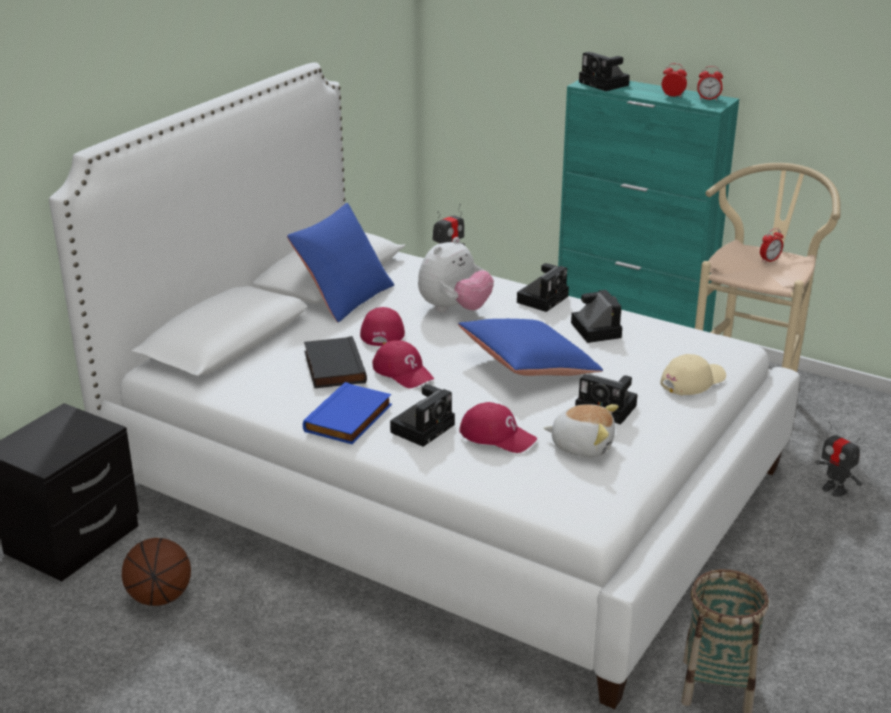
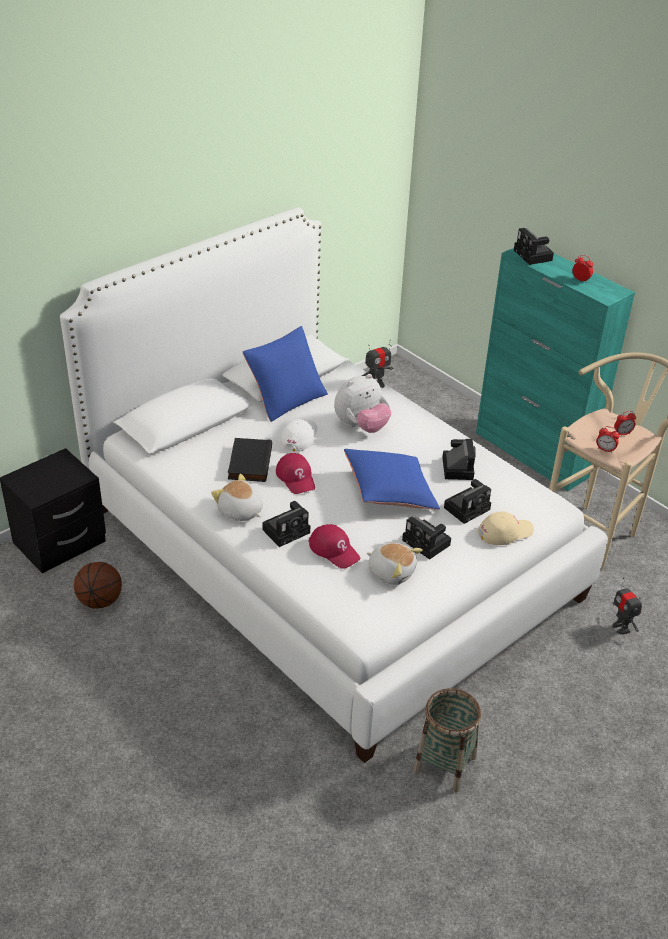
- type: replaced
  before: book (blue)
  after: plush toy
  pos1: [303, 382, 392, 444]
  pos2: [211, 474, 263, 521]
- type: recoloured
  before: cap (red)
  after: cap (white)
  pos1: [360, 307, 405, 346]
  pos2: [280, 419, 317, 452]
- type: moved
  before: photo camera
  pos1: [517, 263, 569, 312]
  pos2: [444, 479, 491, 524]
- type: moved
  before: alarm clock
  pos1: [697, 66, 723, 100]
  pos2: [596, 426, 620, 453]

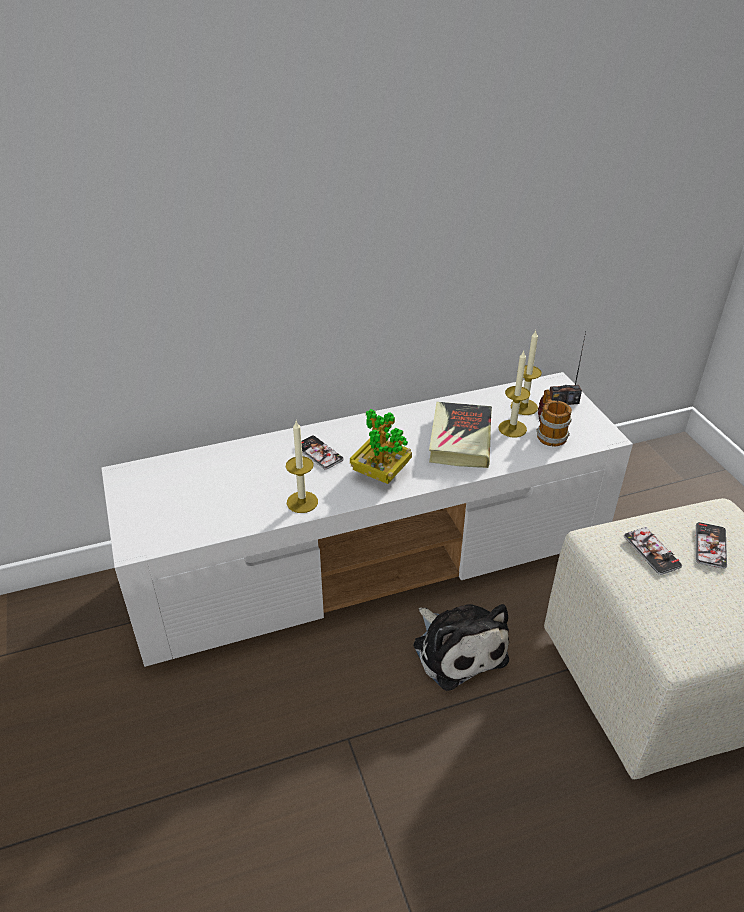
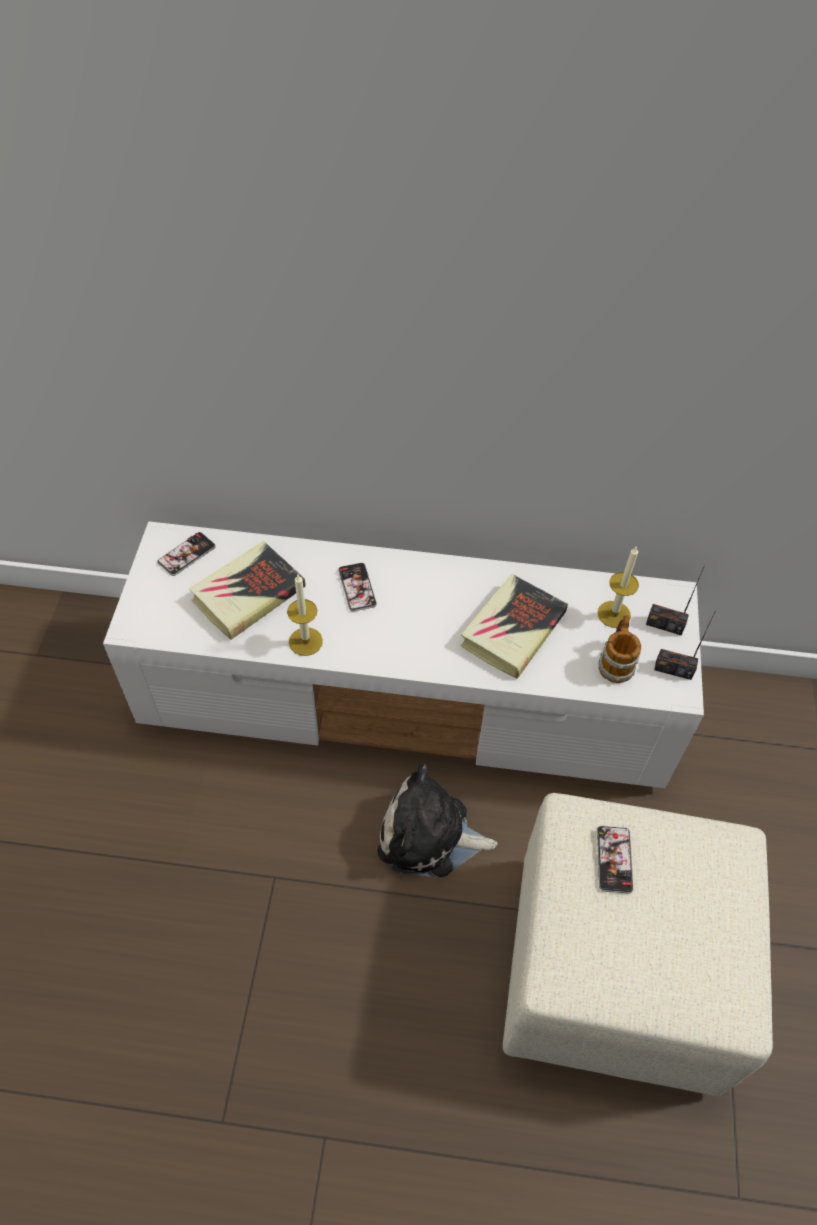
- type: moved
  before: phone
  pos1: [696, 522, 727, 569]
  pos2: [157, 532, 216, 576]
- type: added
  after: book
  pos2: [189, 541, 305, 640]
- type: turned
  before: plush toy
  pos1: [413, 604, 509, 691]
  pos2: [378, 764, 498, 878]
  turn: 105
- type: added
  after: radio
  pos2: [654, 610, 716, 680]
- type: removed
  before: potted plant
  pos1: [350, 409, 412, 484]
- type: removed
  before: candle
  pos1: [498, 351, 530, 438]

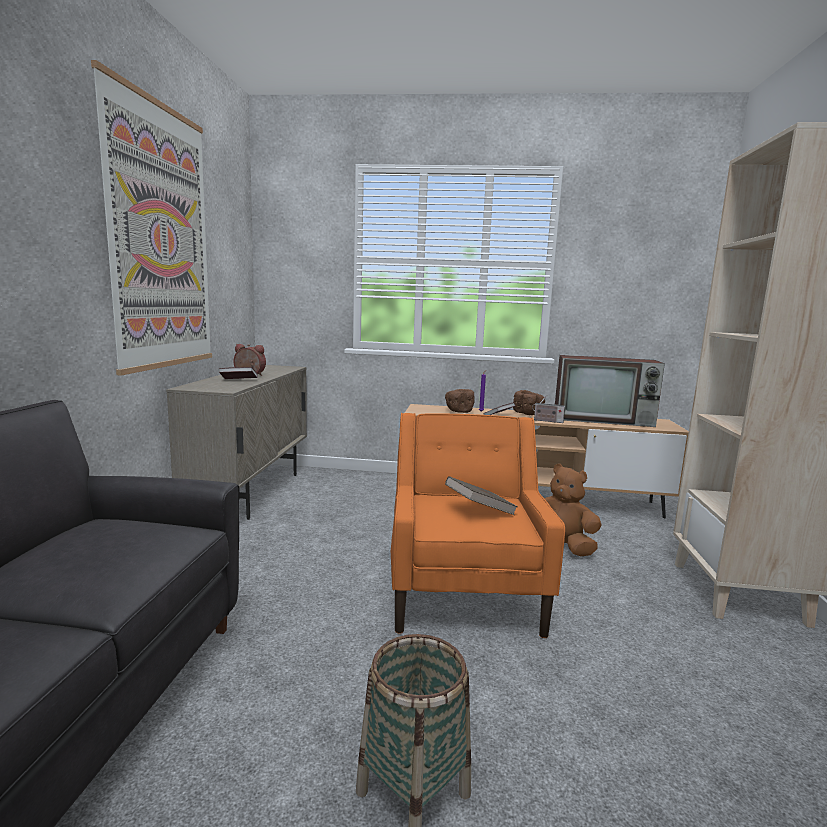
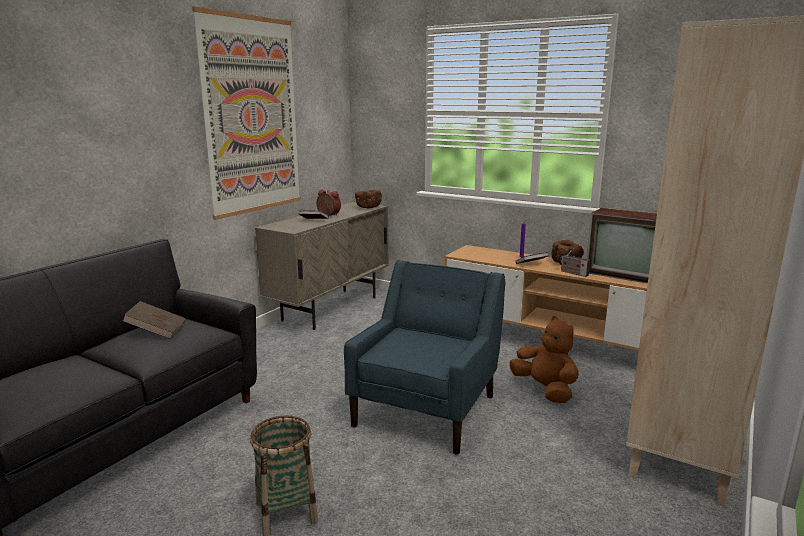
- type: moved
  before: book (brown)
  pos1: [445, 476, 518, 515]
  pos2: [122, 301, 186, 339]
- type: recoloured
  before: armchair (orange)
  after: armchair (blue)
  pos1: [391, 413, 565, 638]
  pos2: [344, 260, 505, 455]
- type: moved
  before: bowl (brown)
  pos1: [445, 389, 474, 413]
  pos2: [355, 190, 382, 208]

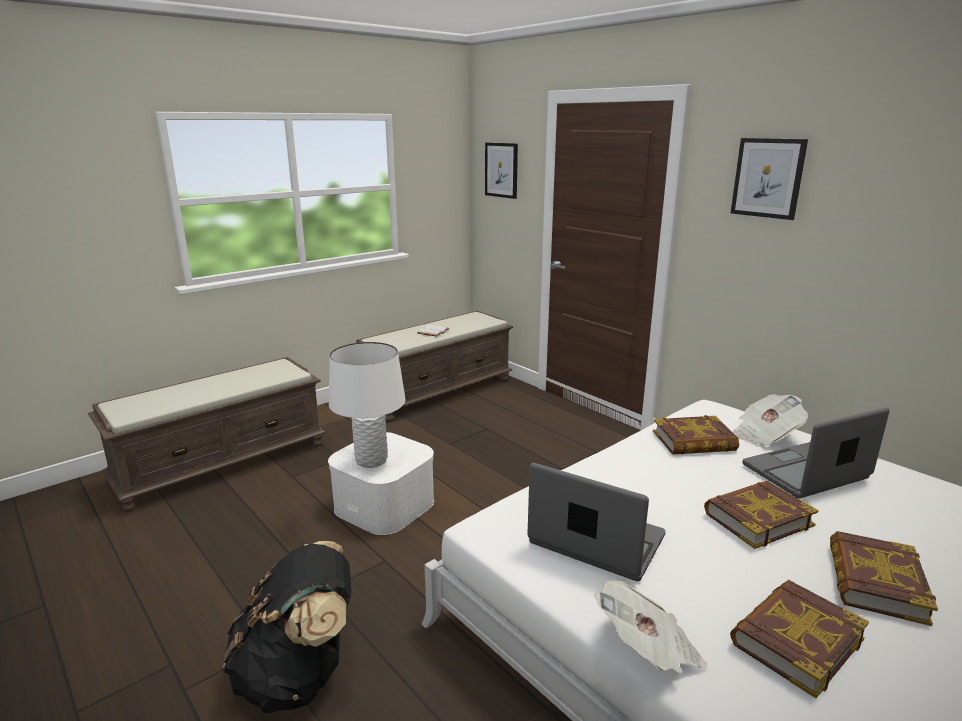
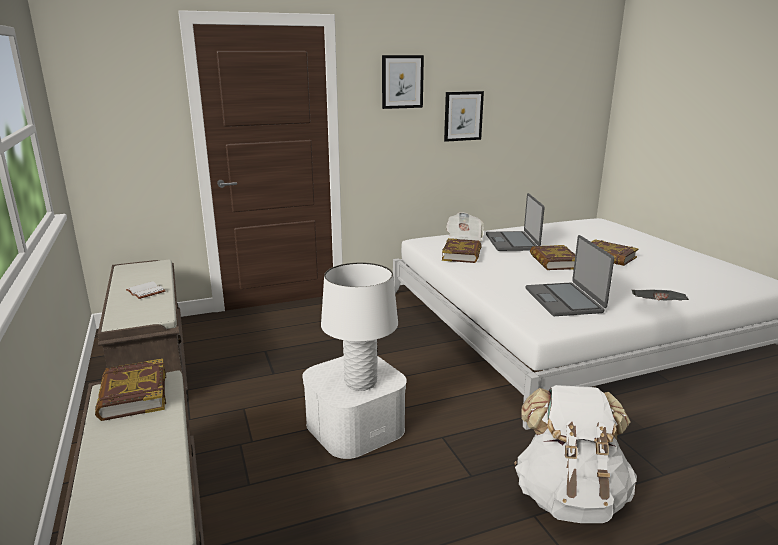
- type: moved
  before: book
  pos1: [730, 580, 869, 698]
  pos2: [95, 359, 166, 421]
- type: moved
  before: picture
  pos1: [485, 143, 518, 199]
  pos2: [444, 91, 484, 142]
- type: recoloured
  before: backpack (black)
  after: backpack (white)
  pos1: [223, 541, 351, 713]
  pos2: [514, 385, 637, 523]
- type: turned
  before: laptop
  pos1: [527, 463, 666, 581]
  pos2: [526, 235, 614, 316]
  turn: -60

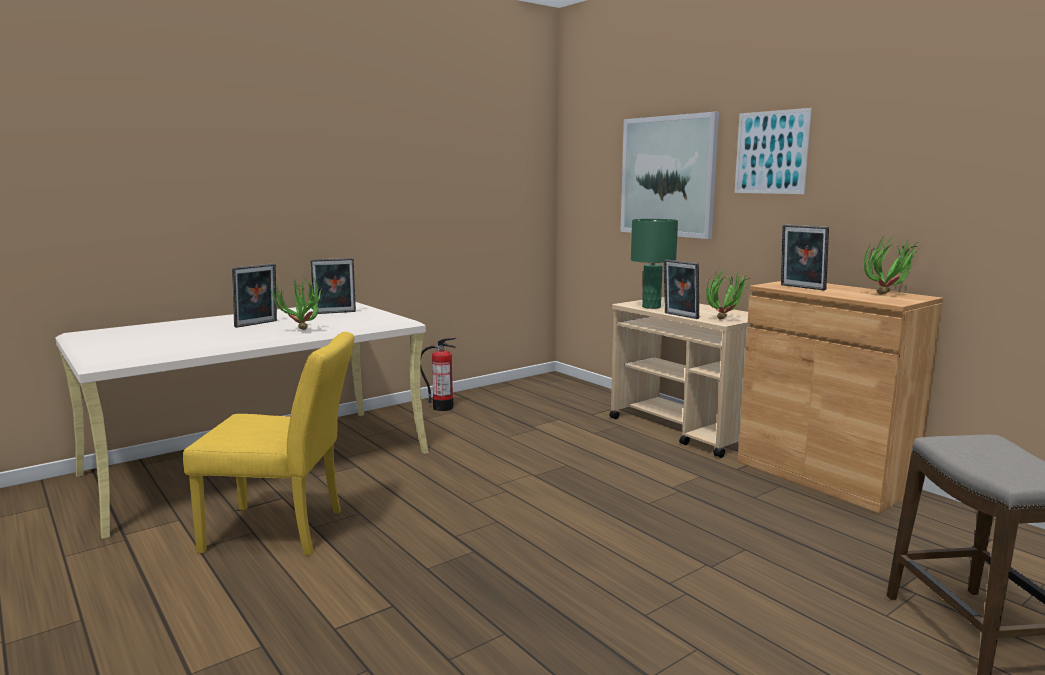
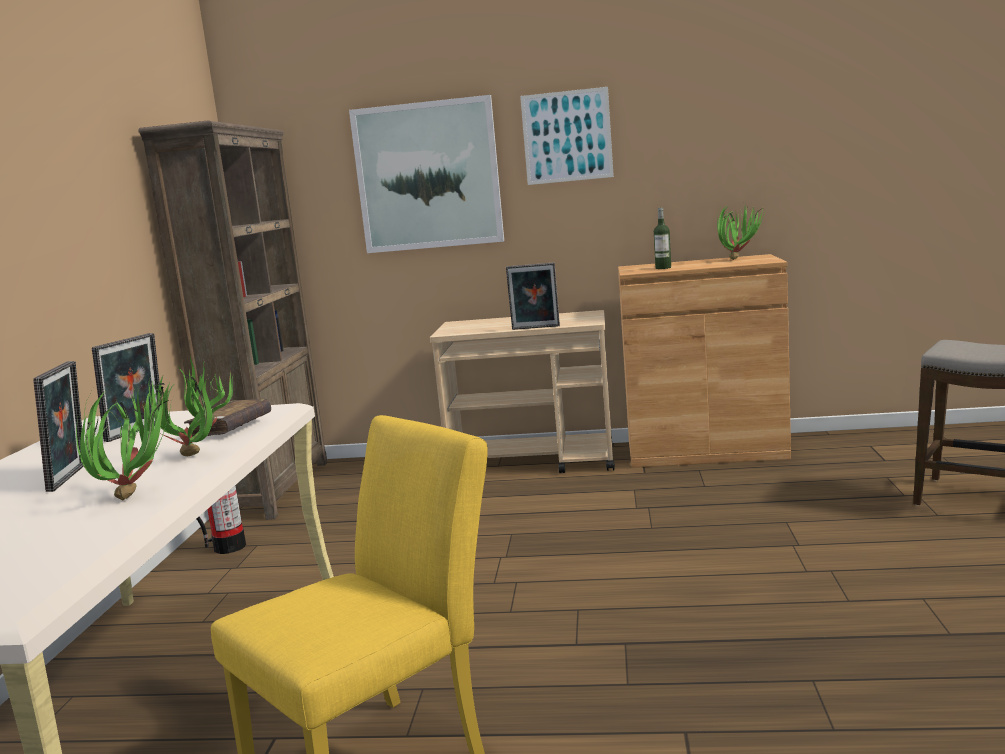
- type: moved
  before: potted plant
  pos1: [706, 270, 750, 320]
  pos2: [76, 387, 169, 500]
- type: added
  after: bookcase (brown)
  pos2: [138, 121, 327, 520]
- type: added
  after: book (brown)
  pos2: [184, 399, 271, 437]
- type: replaced
  before: picture frame
  after: bottle
  pos1: [781, 225, 829, 290]
  pos2: [654, 207, 671, 269]
- type: removed
  before: table lamp (green)
  pos1: [631, 219, 678, 309]

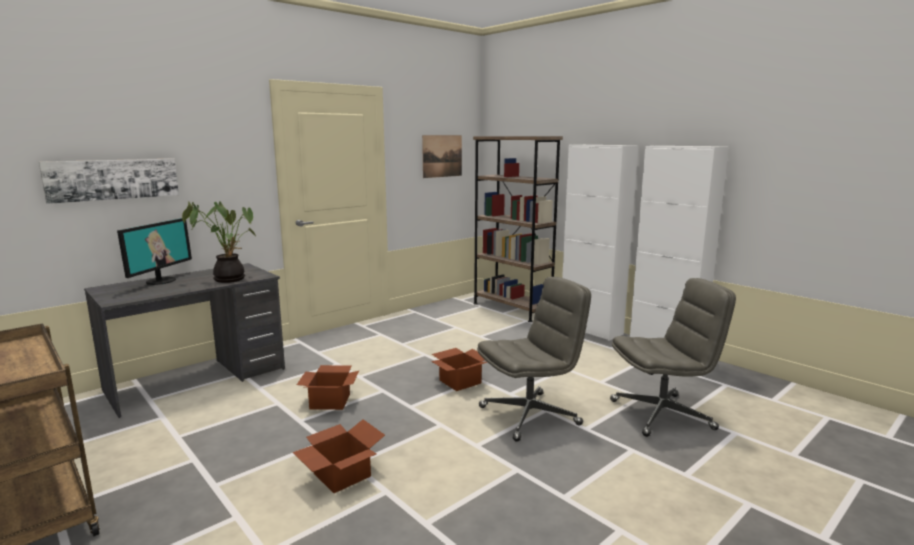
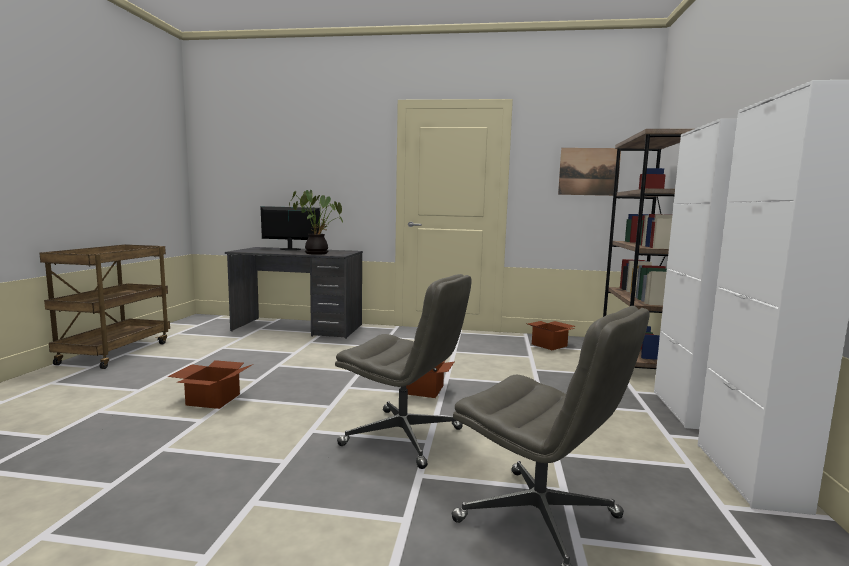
- type: turned
  before: monitor
  pos1: [117, 218, 192, 285]
  pos2: [260, 206, 320, 250]
  turn: -150
- type: moved
  before: cardboard box
  pos1: [297, 365, 359, 410]
  pos2: [528, 321, 575, 350]
- type: removed
  before: picture
  pos1: [39, 159, 179, 204]

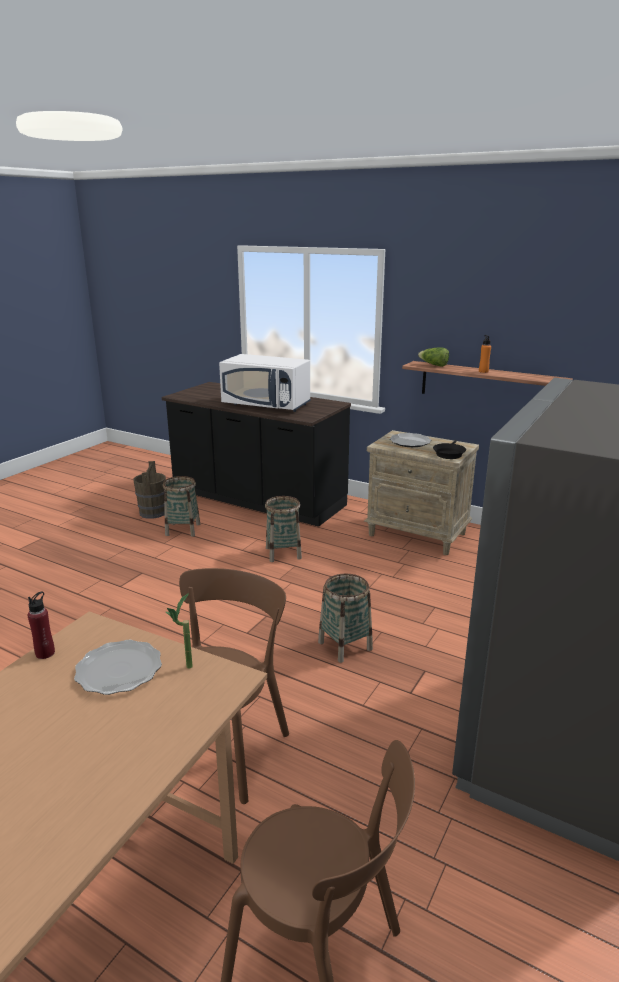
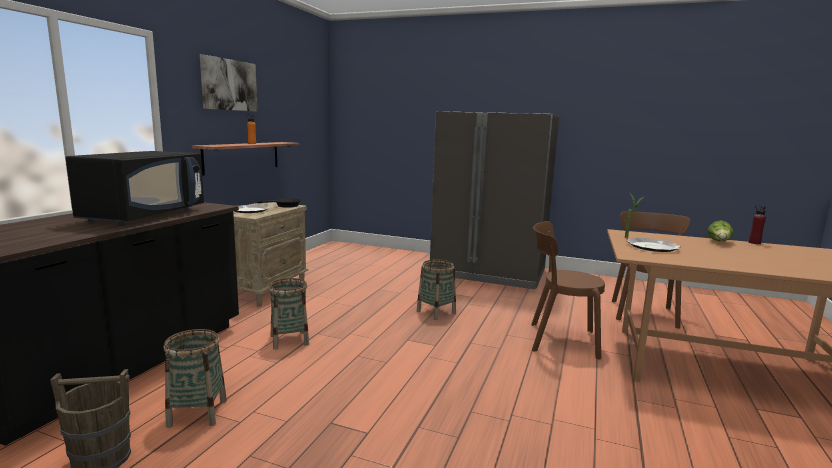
- type: recoloured
  before: microwave (white)
  after: microwave (black)
  pos1: [219, 354, 311, 412]
  pos2: [66, 151, 204, 225]
- type: added
  after: picture
  pos2: [200, 54, 257, 111]
- type: moved
  before: lettuce
  pos1: [418, 347, 449, 367]
  pos2: [708, 220, 734, 241]
- type: moved
  before: bottle (red)
  pos1: [28, 591, 55, 659]
  pos2: [749, 205, 766, 244]

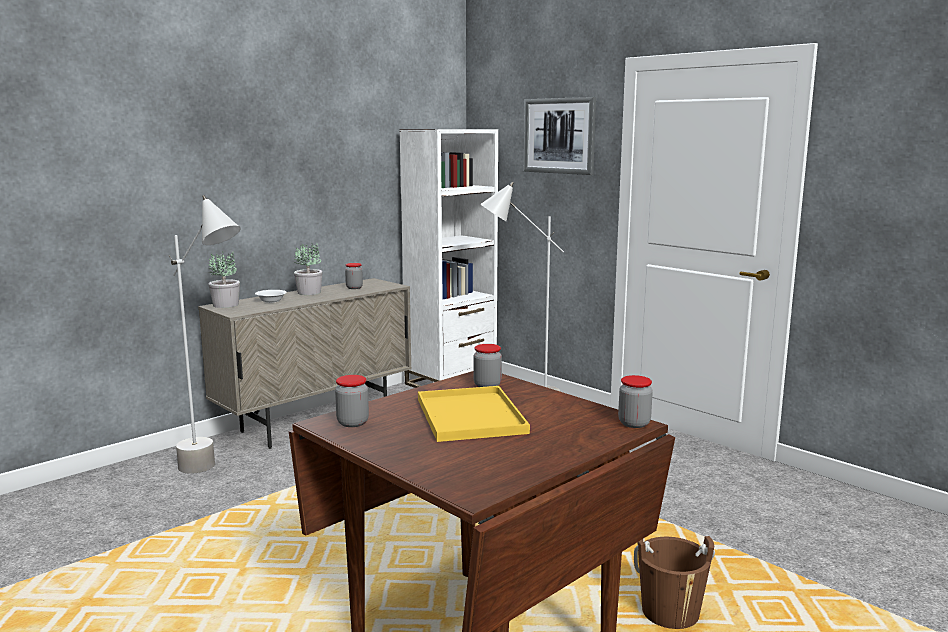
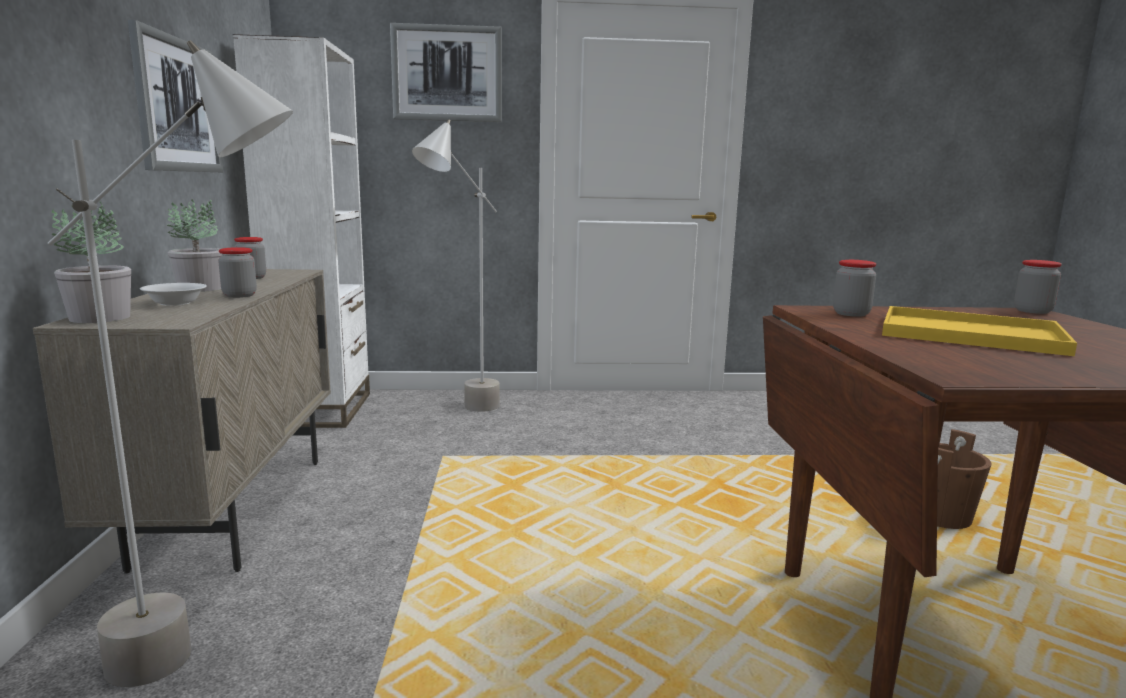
- type: added
  after: picture
  pos2: [128, 20, 224, 172]
- type: moved
  before: jar
  pos1: [335, 375, 369, 427]
  pos2: [218, 247, 257, 298]

